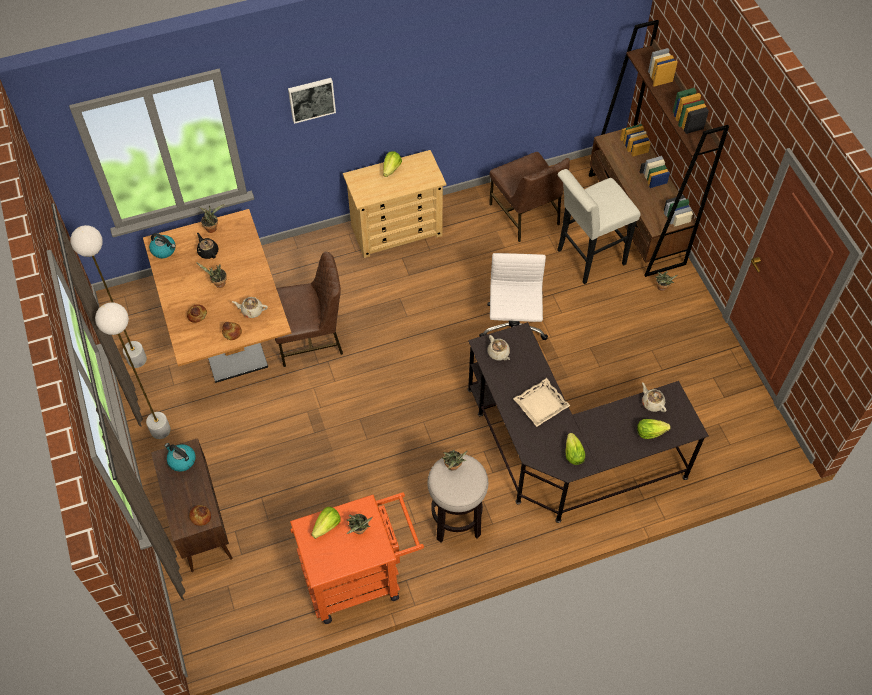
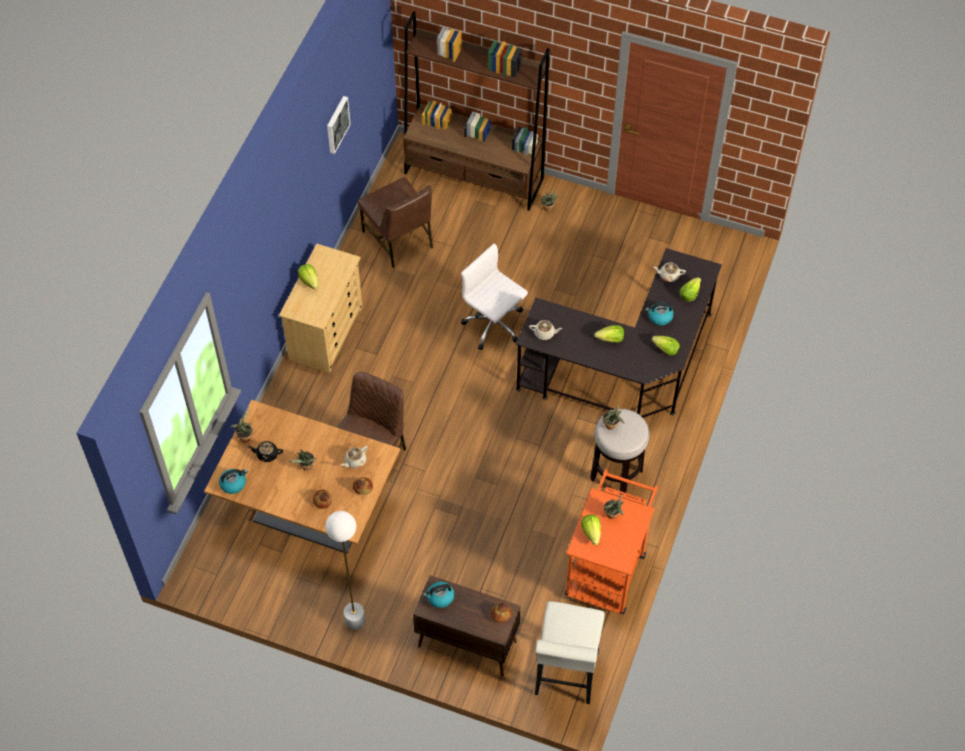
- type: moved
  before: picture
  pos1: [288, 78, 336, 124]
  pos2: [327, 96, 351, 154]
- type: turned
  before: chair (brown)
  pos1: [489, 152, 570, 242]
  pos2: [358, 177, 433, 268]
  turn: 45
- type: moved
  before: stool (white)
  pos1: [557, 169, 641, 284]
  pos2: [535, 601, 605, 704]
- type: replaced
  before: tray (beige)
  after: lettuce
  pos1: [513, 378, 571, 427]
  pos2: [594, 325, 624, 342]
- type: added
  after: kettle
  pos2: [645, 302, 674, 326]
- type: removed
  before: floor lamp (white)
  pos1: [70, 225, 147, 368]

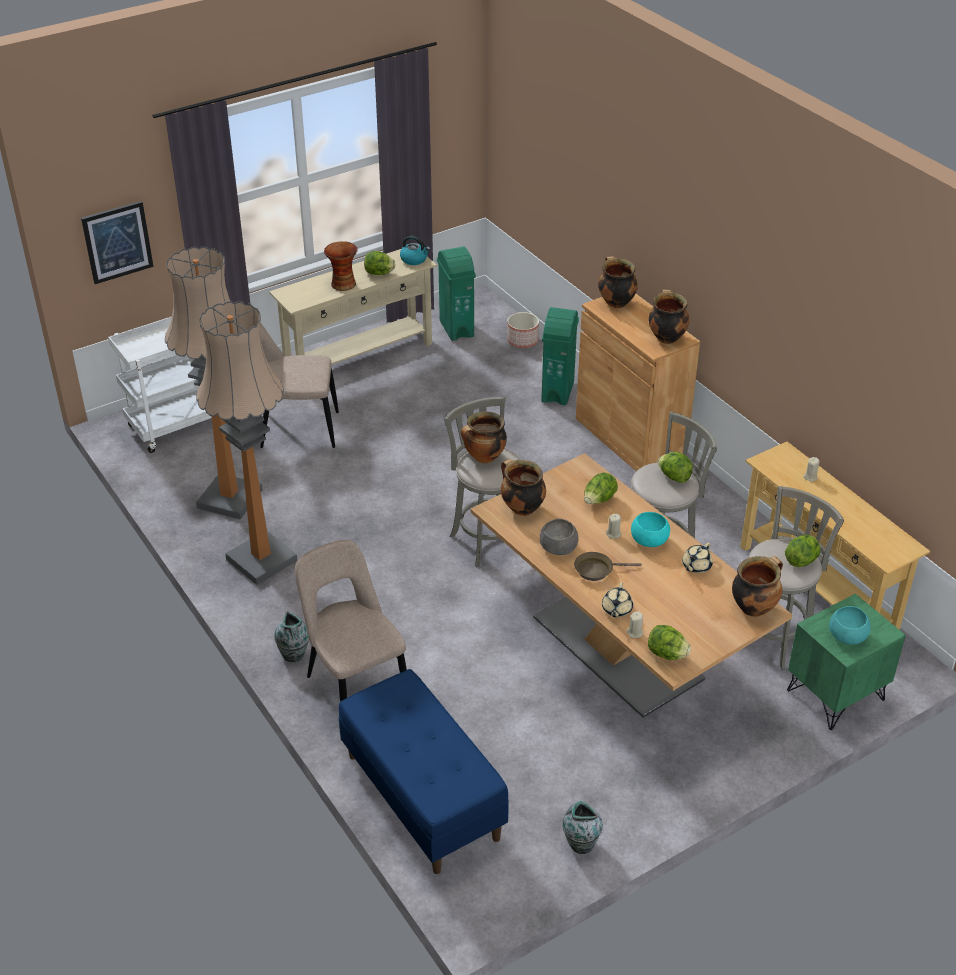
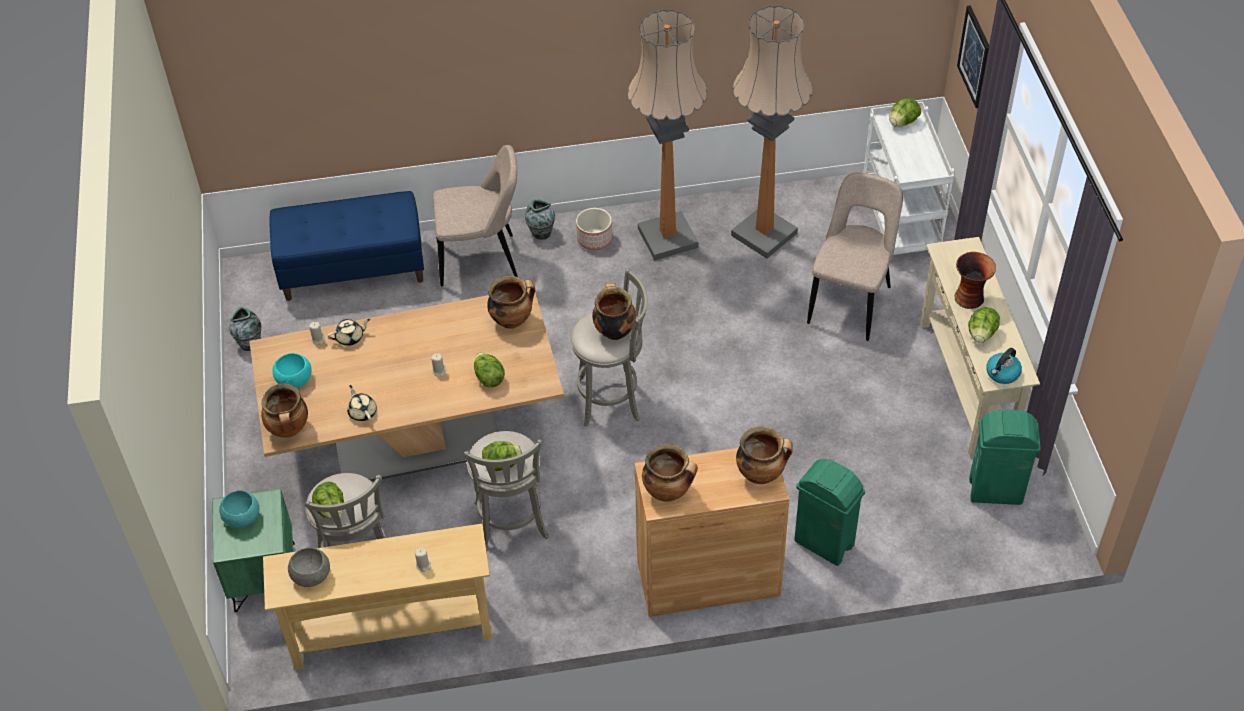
- type: moved
  before: bowl (turquoise)
  pos1: [631, 512, 670, 547]
  pos2: [272, 353, 312, 388]
- type: moved
  before: bowl (grey)
  pos1: [540, 519, 579, 555]
  pos2: [288, 547, 330, 587]
- type: turned
  before: teapot (beige)
  pos1: [602, 582, 633, 617]
  pos2: [327, 319, 370, 346]
  turn: 120
- type: moved
  before: planter
  pos1: [507, 312, 539, 348]
  pos2: [576, 208, 612, 250]
- type: moved
  before: lettuce
  pos1: [648, 625, 691, 660]
  pos2: [889, 98, 921, 127]
- type: removed
  before: frying pan (brown)
  pos1: [574, 552, 642, 581]

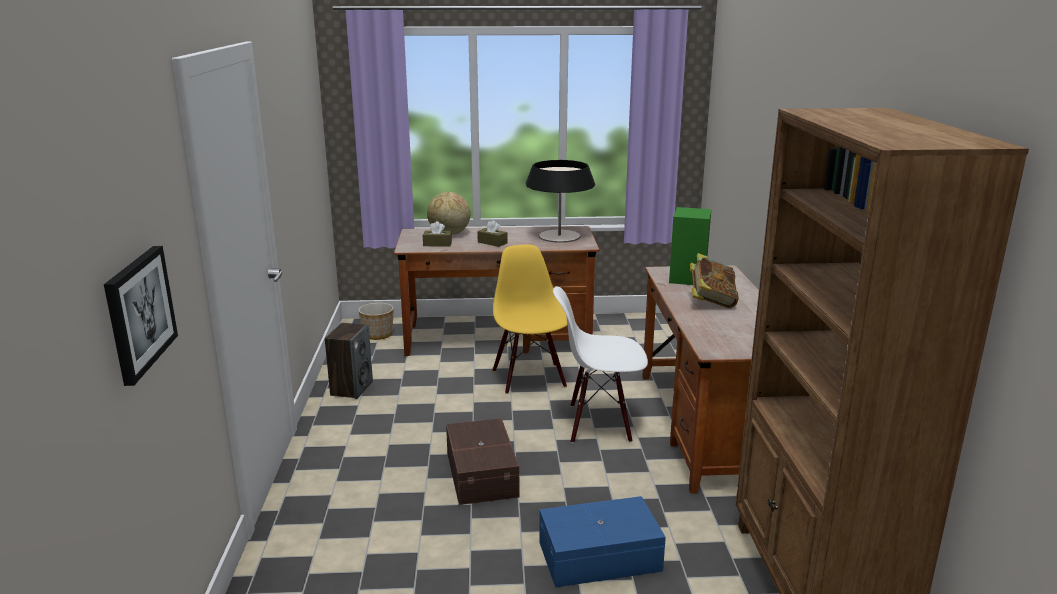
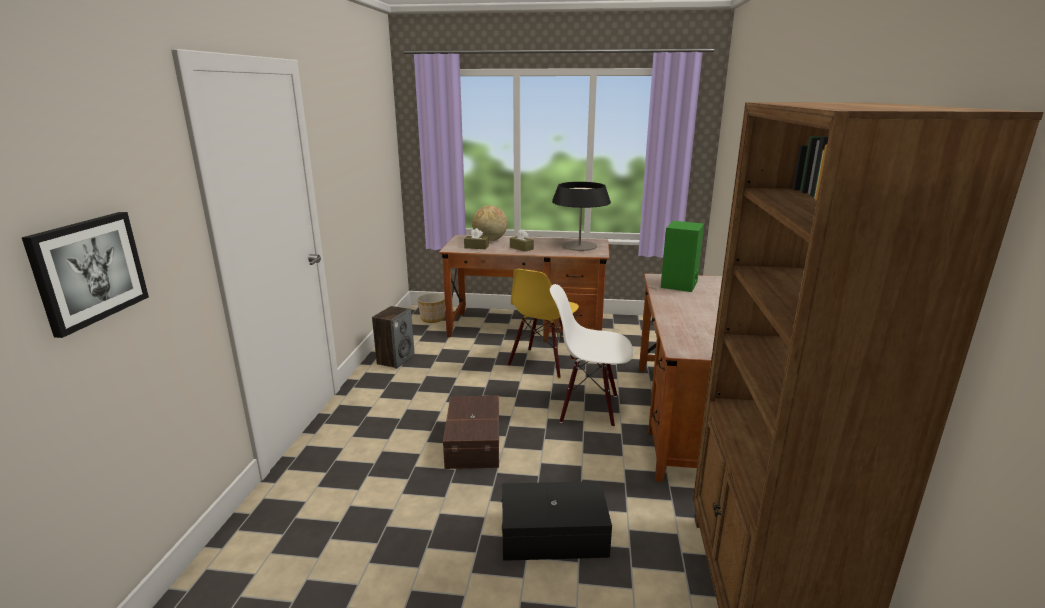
- type: recoloured
  before: storage box (blue)
  after: storage box (black)
  pos1: [539, 496, 666, 588]
  pos2: [502, 481, 612, 561]
- type: turned
  before: chair (yellow)
  pos1: [493, 245, 567, 394]
  pos2: [508, 269, 579, 379]
  turn: -150
- type: removed
  before: book
  pos1: [690, 253, 739, 308]

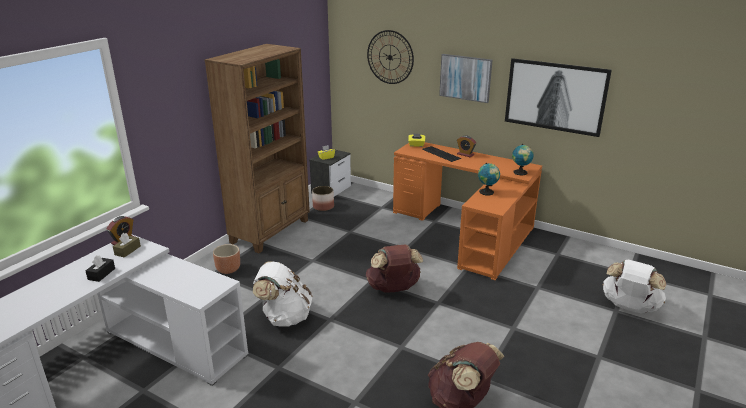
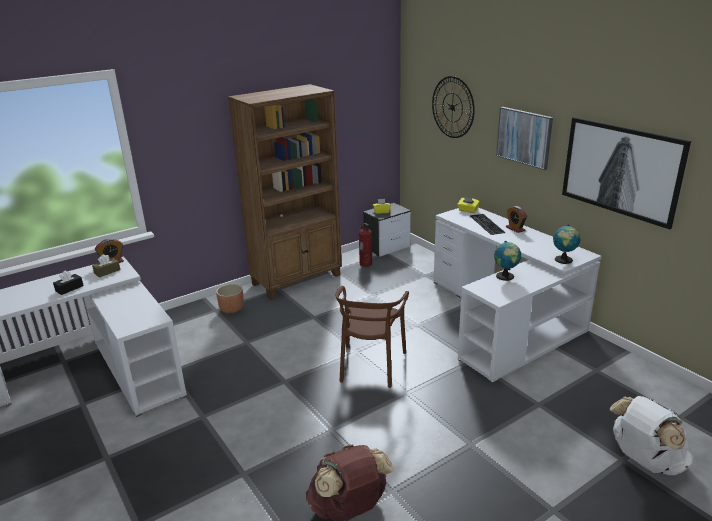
- type: replaced
  before: backpack (brown)
  after: chair (brown)
  pos1: [366, 244, 423, 293]
  pos2: [335, 286, 409, 388]
- type: replaced
  before: planter
  after: fire extinguisher
  pos1: [312, 186, 334, 211]
  pos2: [359, 223, 372, 267]
- type: recoloured
  before: desk (orange)
  after: desk (white)
  pos1: [393, 142, 542, 280]
  pos2: [434, 207, 601, 383]
- type: removed
  before: backpack (white)
  pos1: [253, 261, 313, 327]

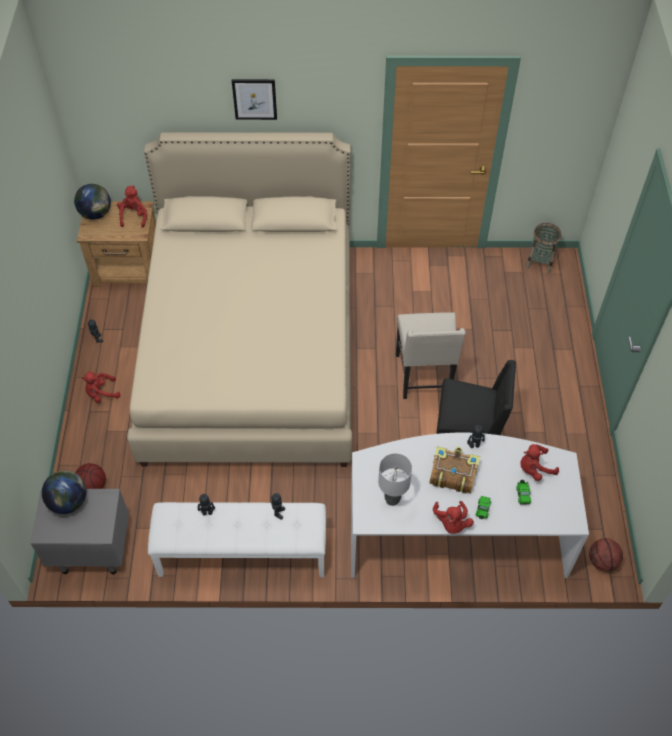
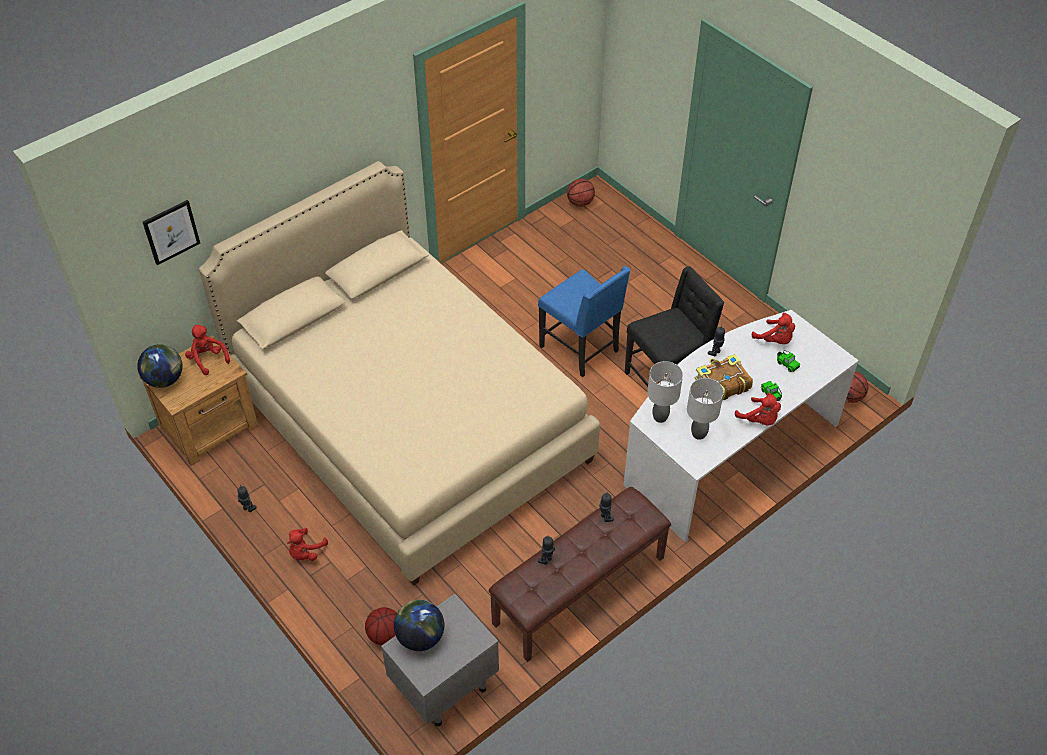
- type: moved
  before: picture
  pos1: [232, 79, 277, 120]
  pos2: [143, 200, 200, 265]
- type: recoloured
  before: bench (white)
  after: bench (brown)
  pos1: [148, 502, 326, 577]
  pos2: [489, 487, 671, 662]
- type: recoloured
  before: chair (beige)
  after: chair (blue)
  pos1: [396, 312, 466, 399]
  pos2: [538, 266, 630, 377]
- type: replaced
  before: basket
  after: basketball
  pos1: [526, 223, 561, 274]
  pos2: [567, 179, 595, 207]
- type: added
  after: table lamp (grey)
  pos2: [647, 361, 683, 423]
- type: turned
  before: plush toy (red)
  pos1: [520, 444, 559, 481]
  pos2: [752, 313, 795, 344]
  turn: -75

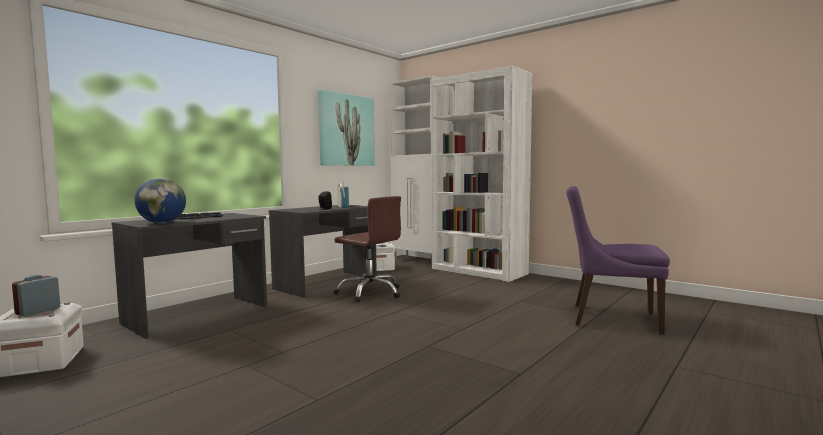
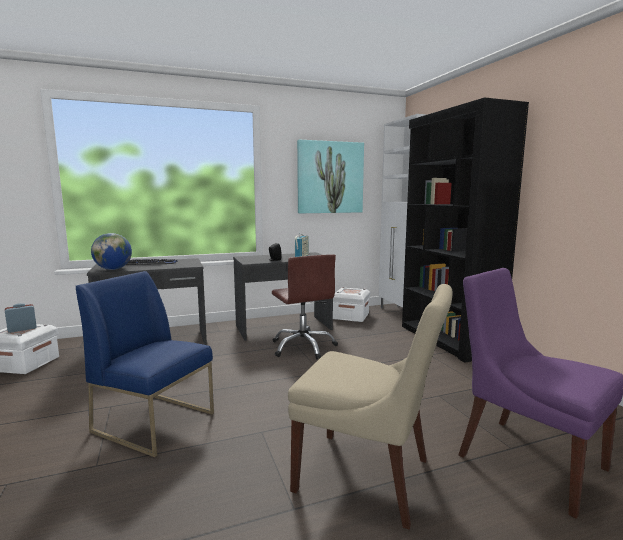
- type: added
  after: chair (blue)
  pos2: [76, 271, 214, 457]
- type: added
  after: chair (beige)
  pos2: [288, 284, 453, 529]
- type: recoloured
  before: bookcase (white)
  after: bookcase (black)
  pos1: [430, 66, 532, 282]
  pos2: [402, 97, 529, 363]

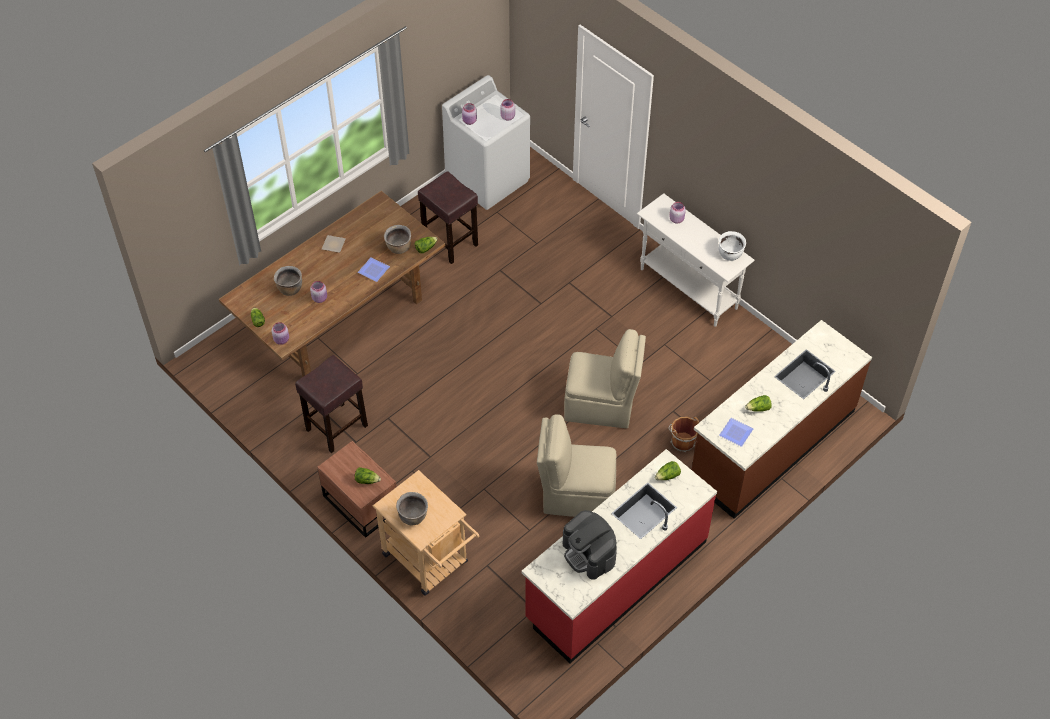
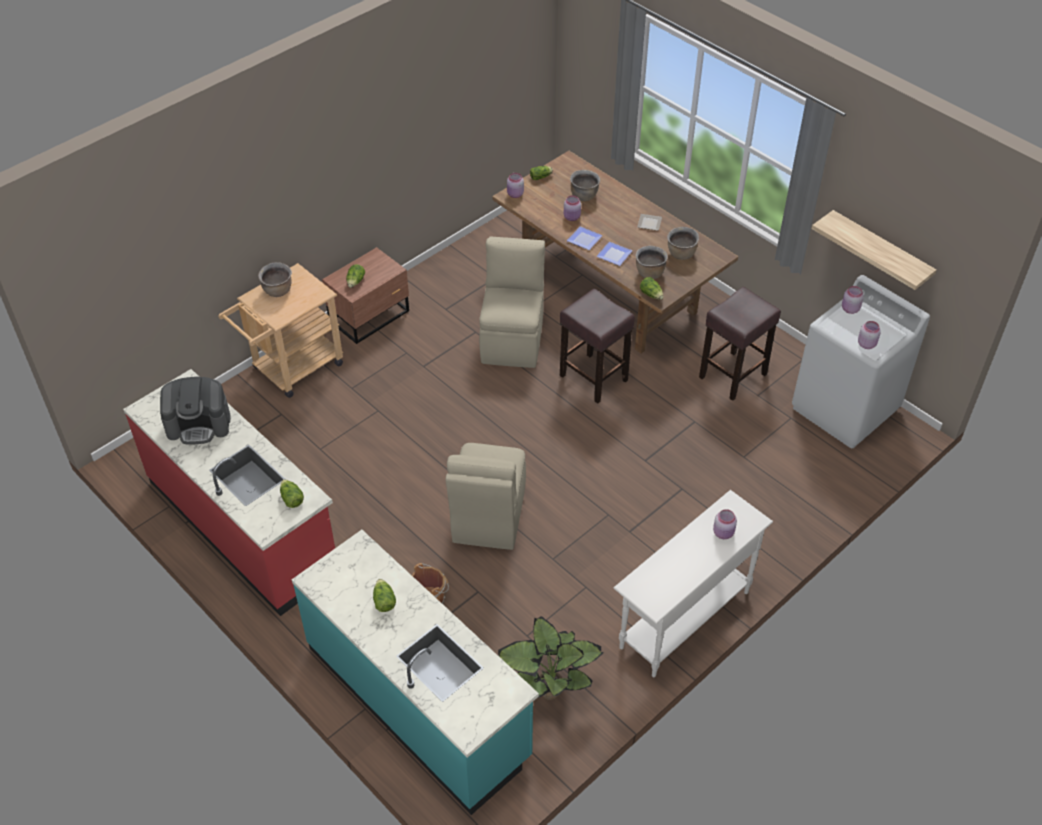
- type: turned
  before: coffee machine
  pos1: [563, 510, 617, 580]
  pos2: [160, 377, 231, 444]
  turn: -150
- type: recoloured
  before: counter (brown)
  after: counter (turquoise)
  pos1: [692, 320, 872, 519]
  pos2: [292, 530, 539, 815]
- type: moved
  before: chair (beige)
  pos1: [537, 415, 616, 517]
  pos2: [479, 236, 545, 368]
- type: added
  after: potted plant
  pos2: [498, 616, 604, 700]
- type: moved
  before: stool (brown)
  pos1: [295, 355, 368, 453]
  pos2: [560, 289, 635, 404]
- type: moved
  before: plate
  pos1: [719, 418, 753, 447]
  pos2: [567, 226, 603, 250]
- type: added
  after: cooking pot (brown)
  pos2: [667, 227, 699, 260]
- type: added
  after: shelf
  pos2: [812, 210, 937, 290]
- type: removed
  before: cooking pot (white)
  pos1: [718, 231, 746, 261]

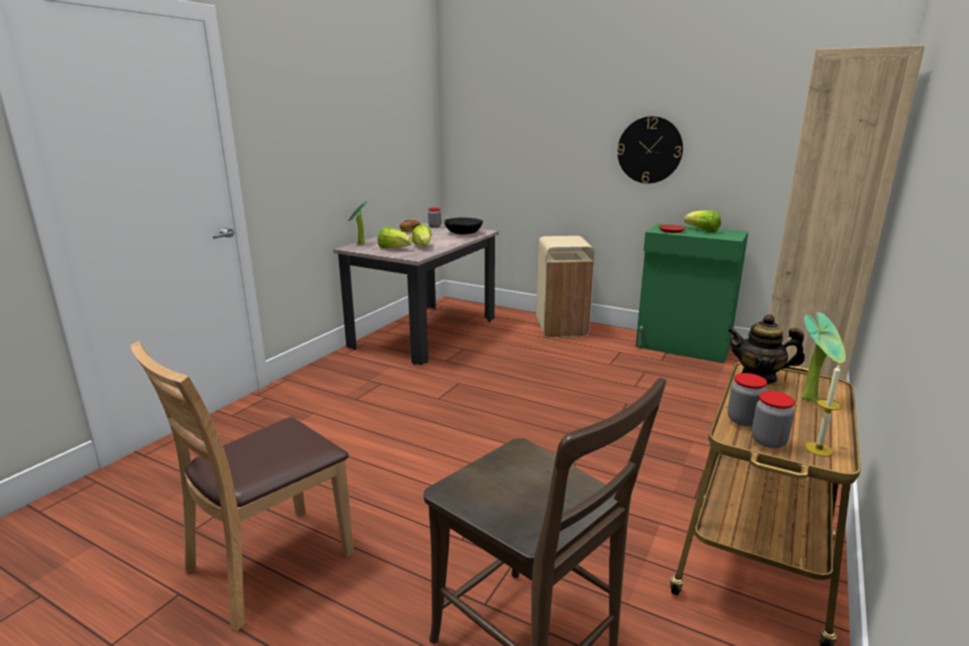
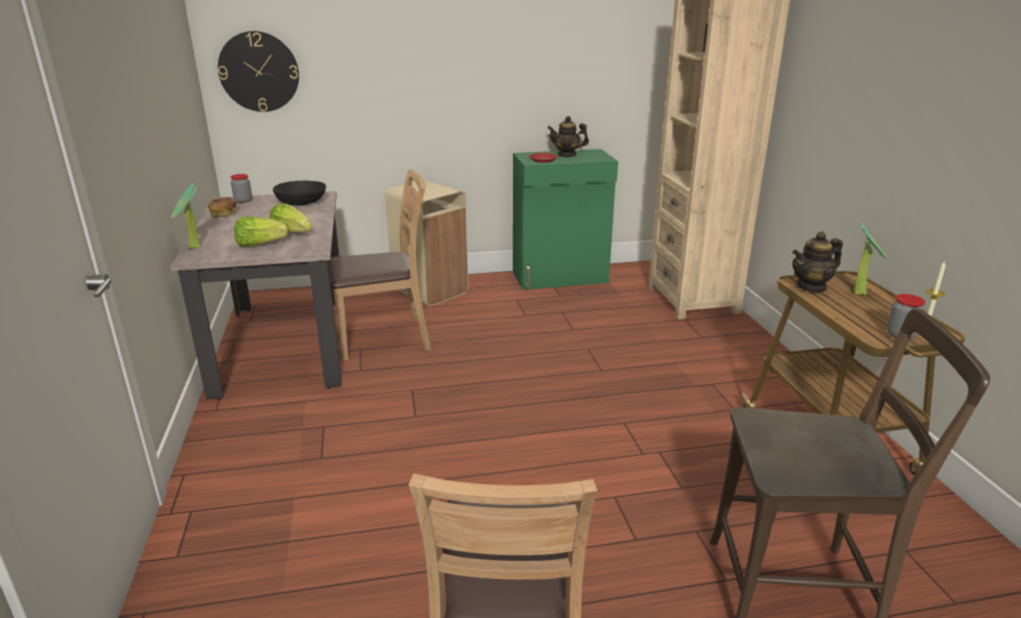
- type: moved
  before: wall clock
  pos1: [617, 116, 683, 184]
  pos2: [218, 31, 299, 112]
- type: added
  after: chair (brown)
  pos2: [328, 169, 432, 361]
- type: replaced
  before: lettuce
  after: teapot
  pos1: [684, 210, 721, 232]
  pos2: [548, 116, 589, 157]
- type: removed
  before: jar
  pos1: [728, 373, 767, 426]

